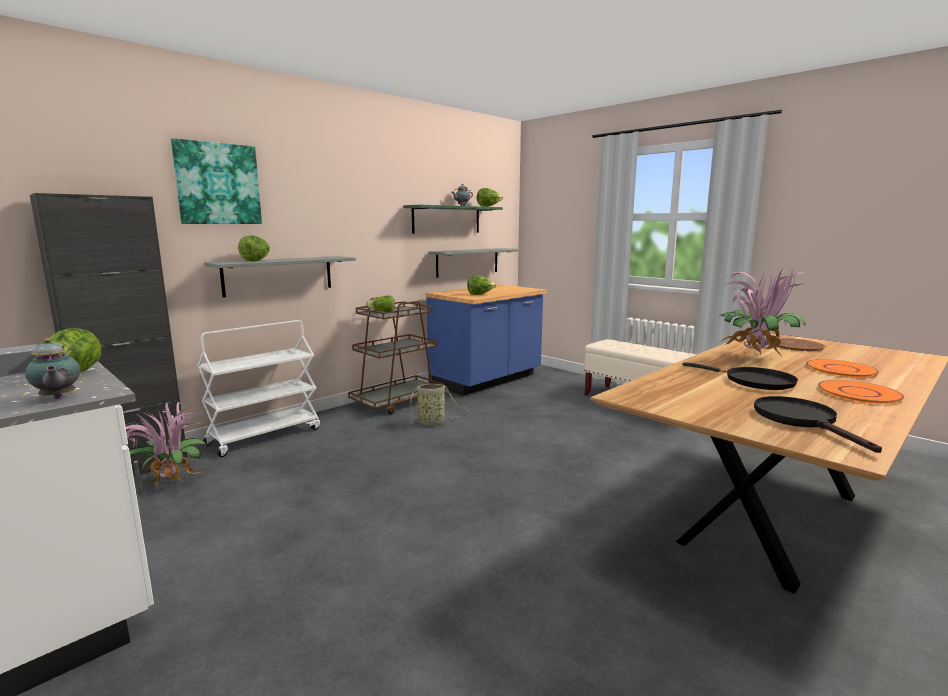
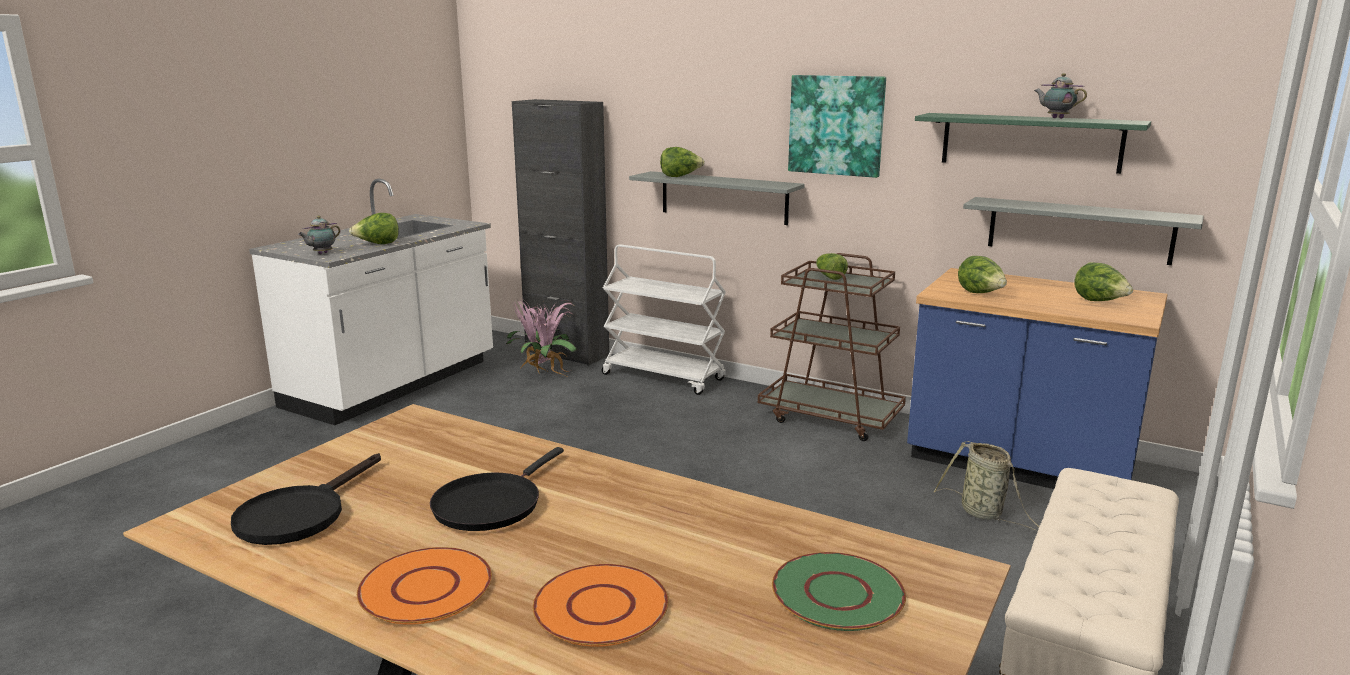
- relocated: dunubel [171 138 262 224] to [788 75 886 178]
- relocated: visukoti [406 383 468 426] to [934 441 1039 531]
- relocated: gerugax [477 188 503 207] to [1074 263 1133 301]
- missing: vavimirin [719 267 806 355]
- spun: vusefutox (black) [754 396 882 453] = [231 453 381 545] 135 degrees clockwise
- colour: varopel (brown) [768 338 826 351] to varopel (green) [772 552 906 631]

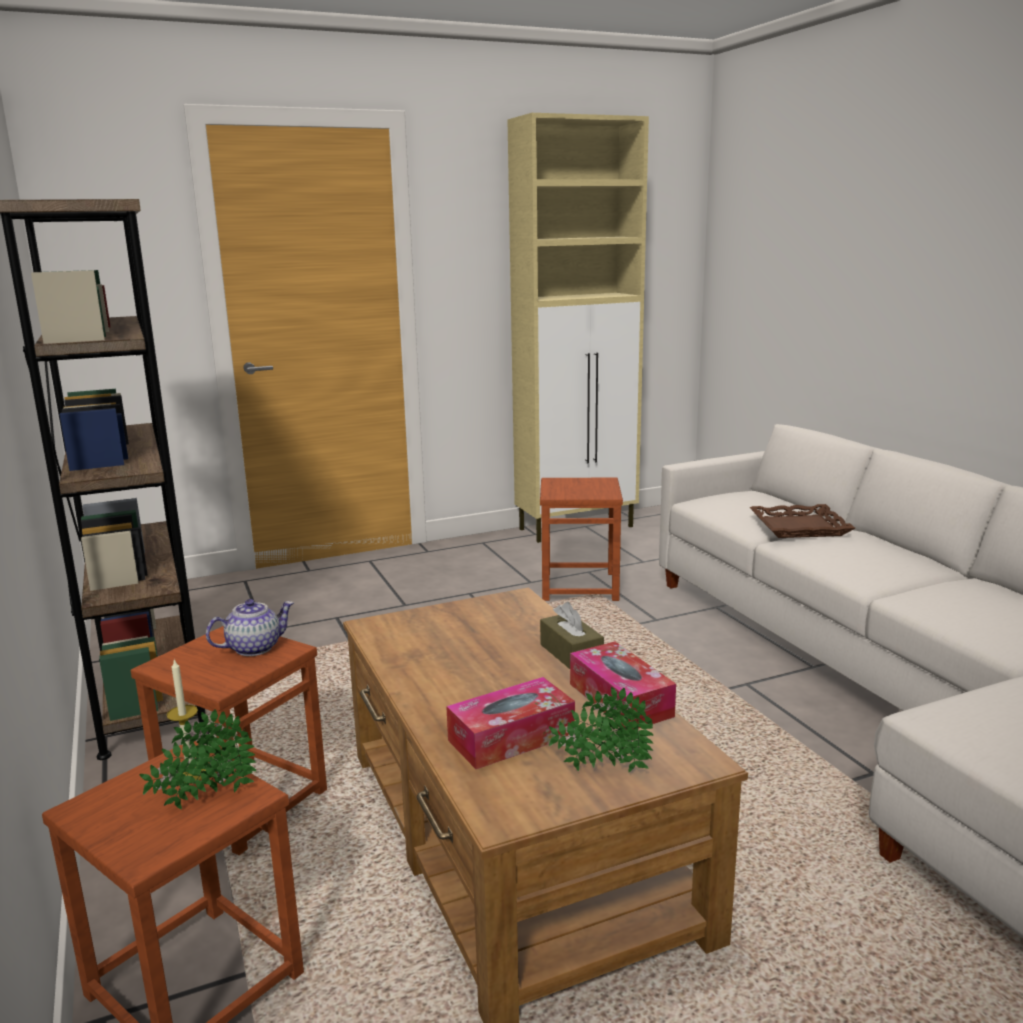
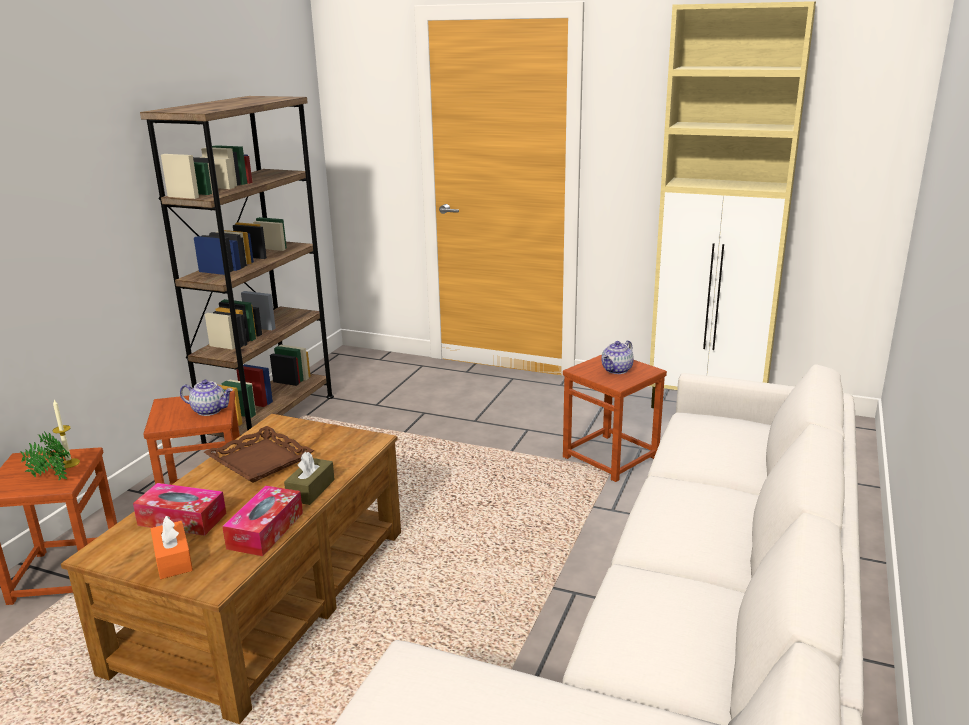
- exchanged: vavimirin [549 687 653 773] to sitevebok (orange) [151 516 193 579]
- relocated: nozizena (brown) [750 504 855 538] to [204 426 314 483]
- appeared: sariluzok [601 341 634 374]

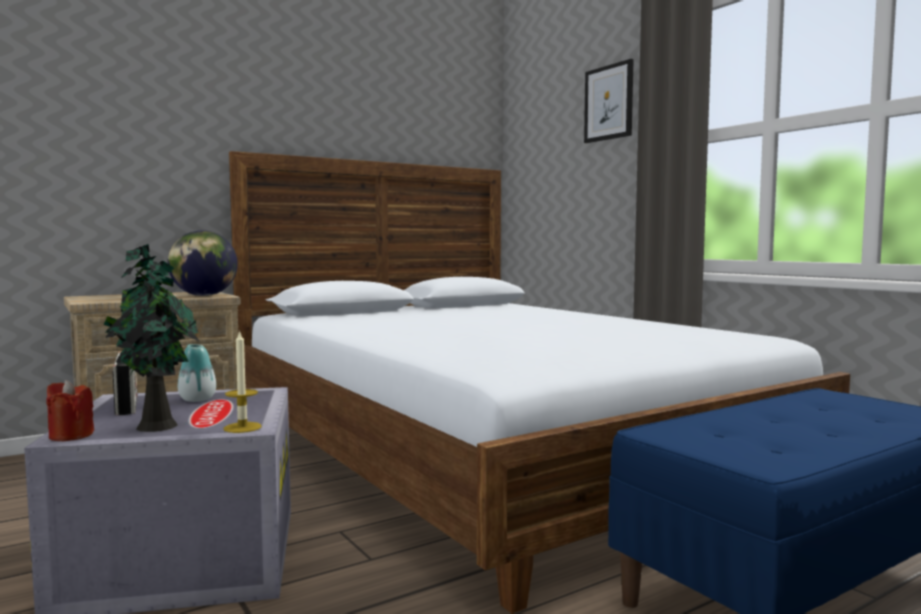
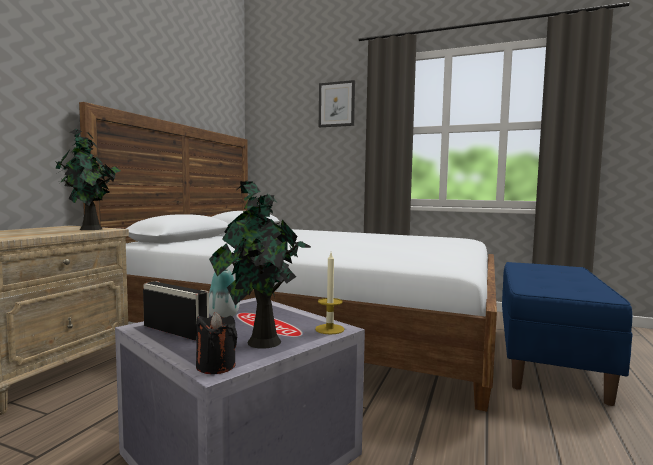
- colour: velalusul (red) [47 380 94 441] to velalusul (black) [196 312 237 374]
- exchanged: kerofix [167 230 238 296] to vavimirin [55 129 120 230]

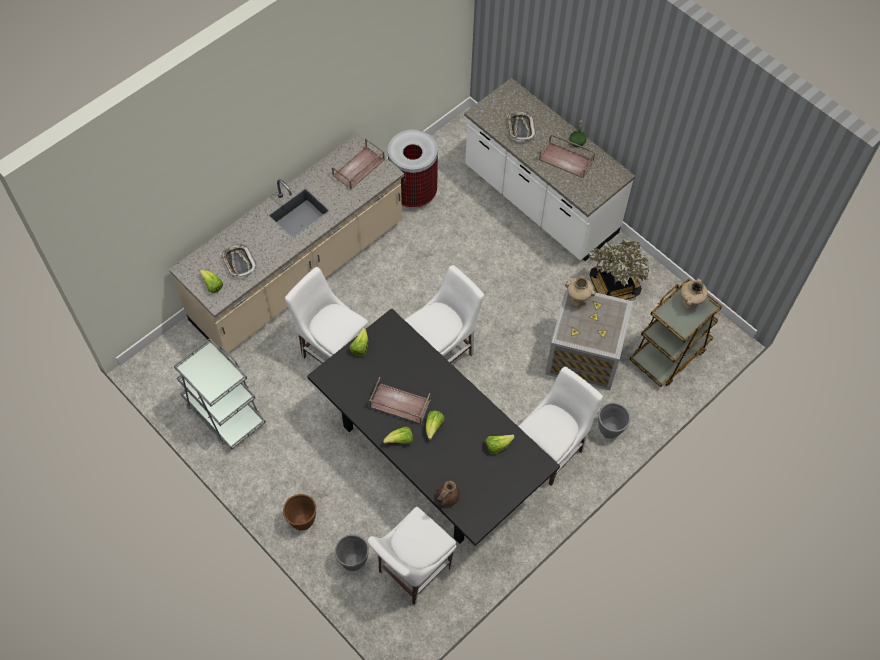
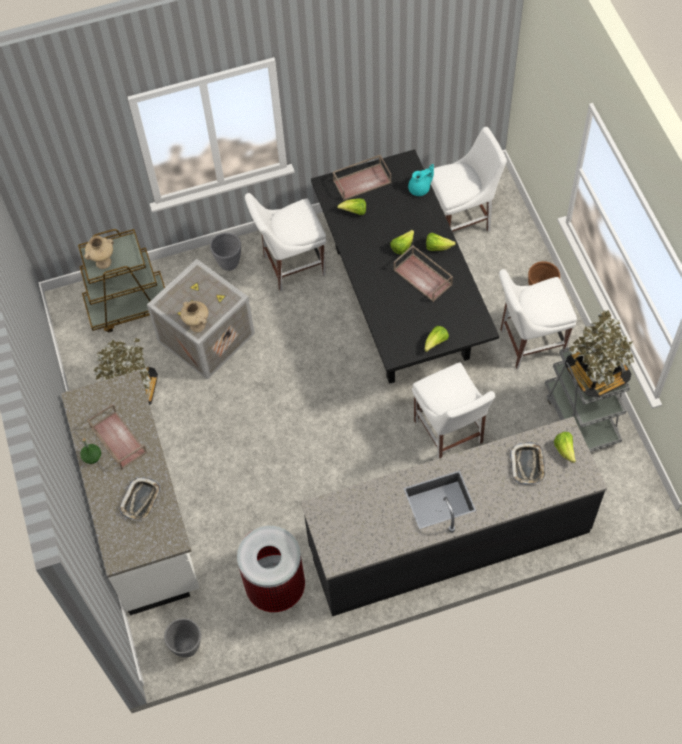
- colour: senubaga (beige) [169 134 404 354] to senubaga (black) [301 416 607 616]
- relocated: nozizena (brown) [332 138 385 190] to [333 155 392 201]
- relocated: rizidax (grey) [335 534 369 571] to [164 618 201 657]
- relocated: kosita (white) [405 265 484 363] to [499 269 577 369]
- colour: sariluzok (brown) [436 481 460 506] to sariluzok (turquoise) [408 164 434 196]
- appeared: vavimirin [565 309 634 398]

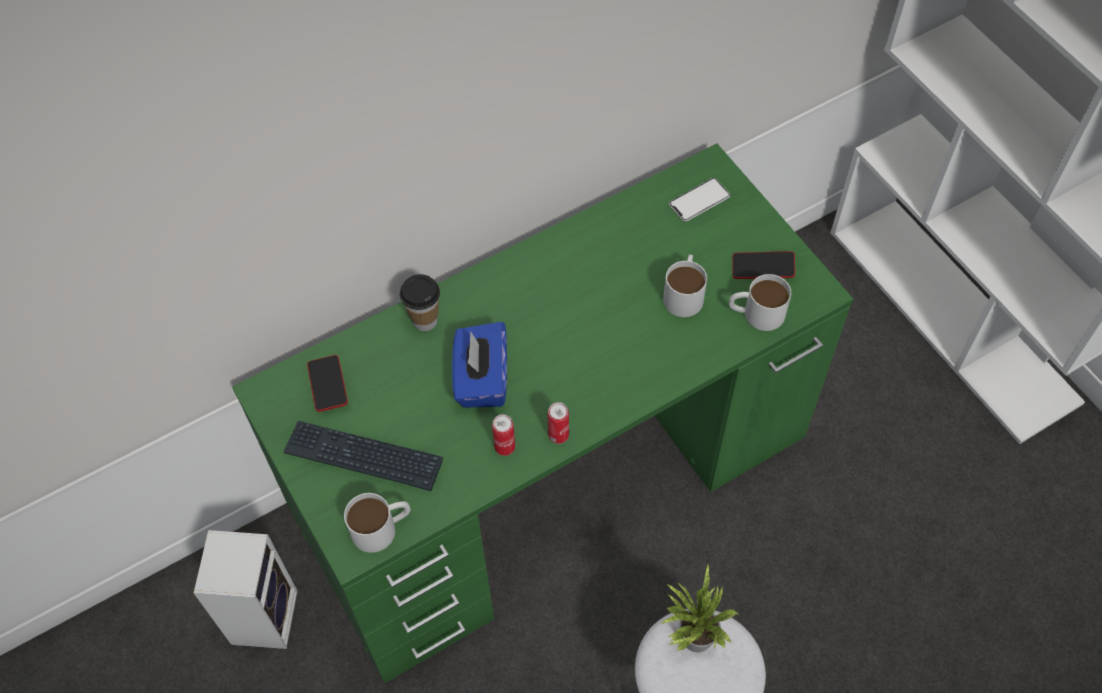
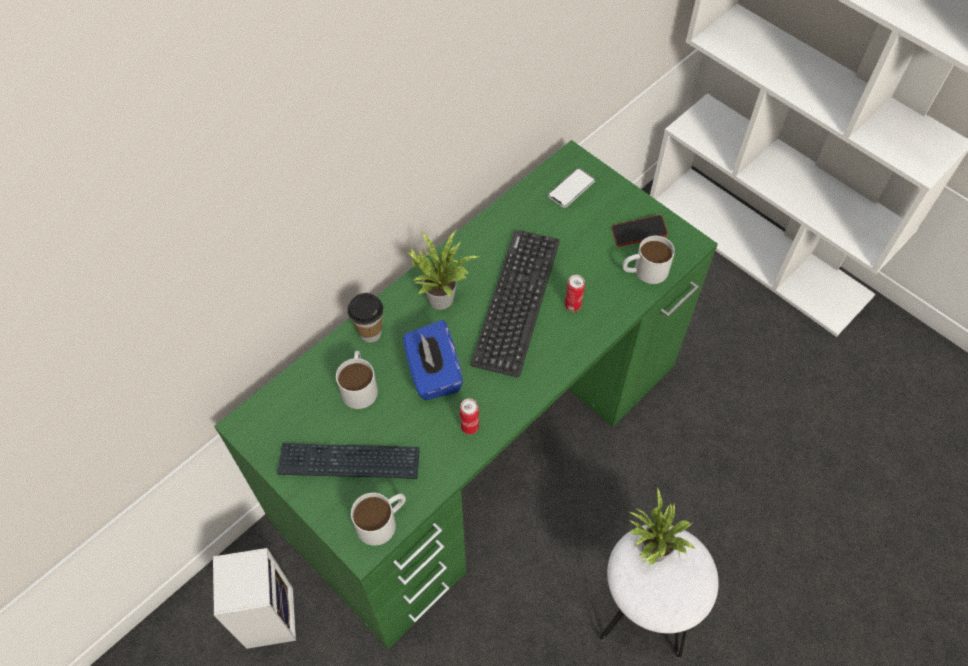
- missing: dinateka [307 355 348 412]
- relocated: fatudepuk [548 402 569 444] to [565 275 585 311]
- relocated: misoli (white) [663 254 707 317] to [336 351 378 409]
- appeared: vavimirin [407 231 479 310]
- appeared: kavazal [470 230 560 378]

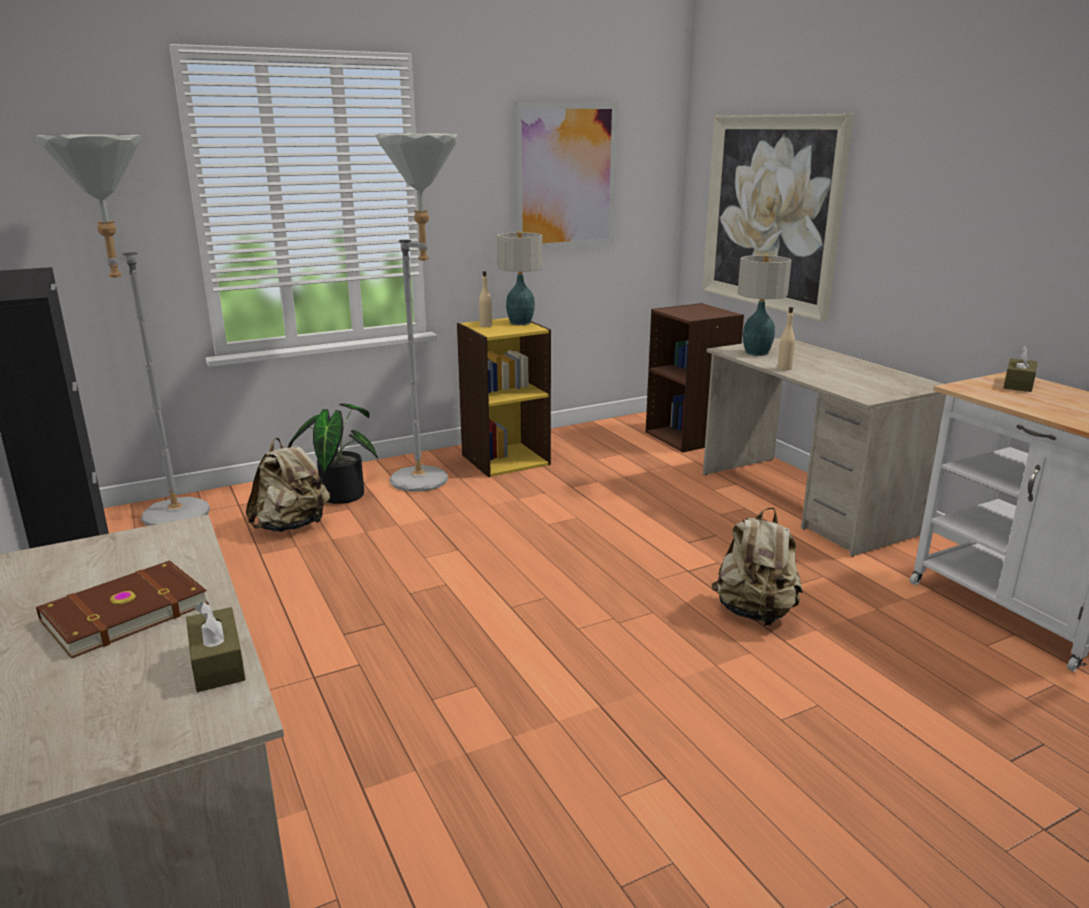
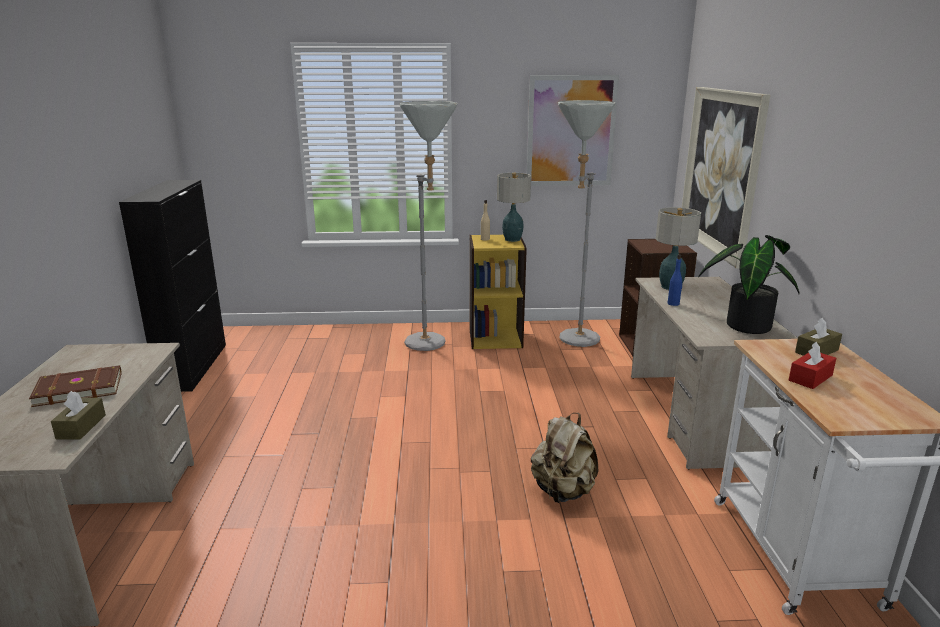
- relocated: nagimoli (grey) [36 134 210 526] to [558 100 616 347]
- missing: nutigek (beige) [246 438 330 532]
- relocated: vavimirin [288 403 378 504] to [699 235 799 334]
- colour: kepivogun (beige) [777 307 795 370] to kepivogun (blue) [668 254 682 306]
- appeared: sitevebok (red) [789 341 837 389]

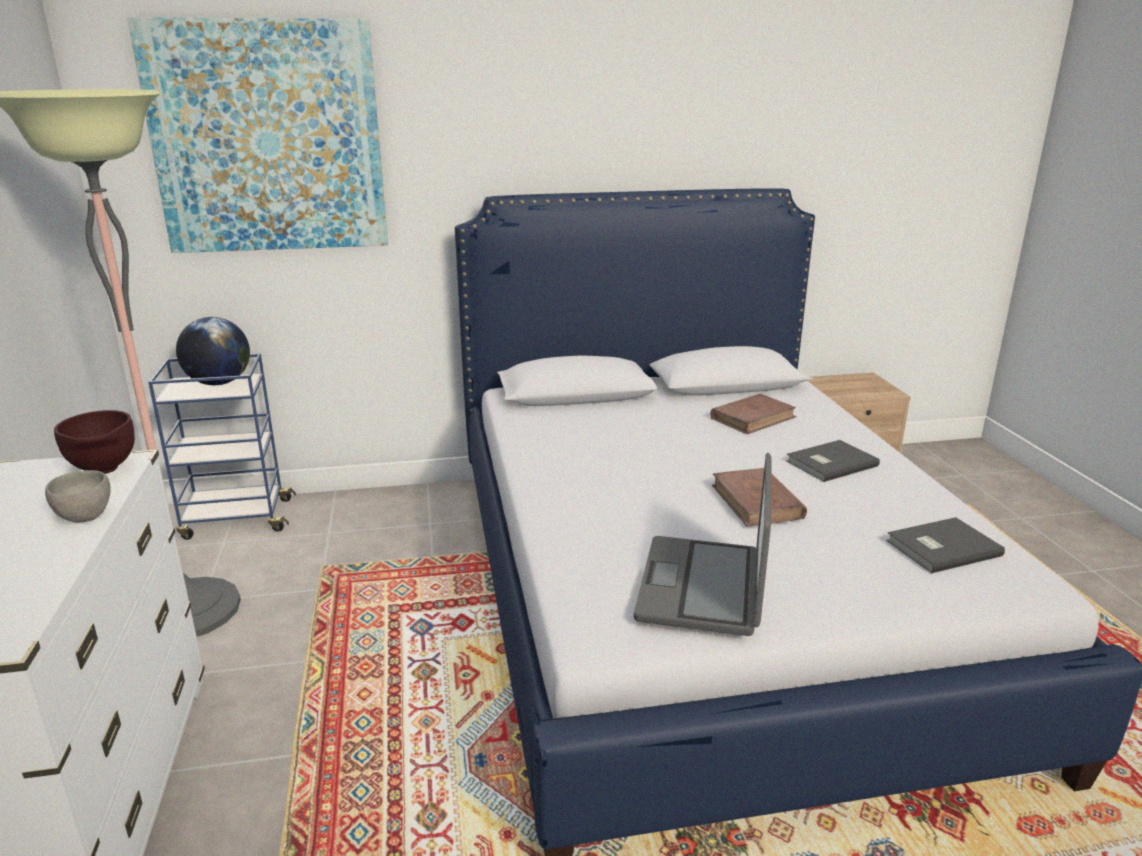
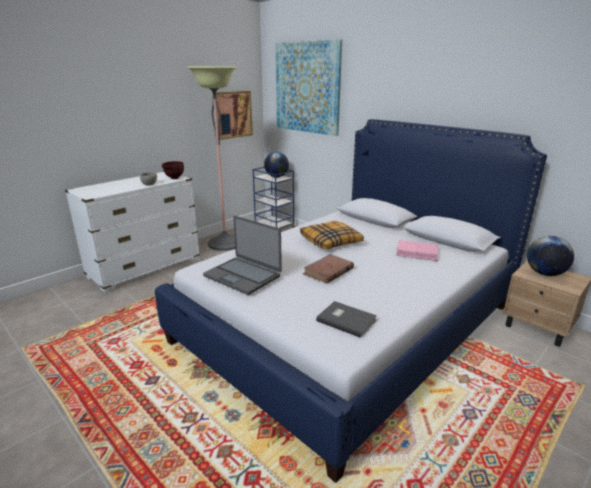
- spun: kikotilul [634 453 771 636] = [203 216 282 295] 120 degrees counterclockwise
- colour: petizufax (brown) [710 394 797 434] to petizufax (pink) [396 240 438 261]
- missing: petizufax (grey) [786 440 880 482]
- appeared: dunubel [216 91 253 140]
- appeared: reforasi [300 221 364 250]
- appeared: kerofix [527 236 574 276]

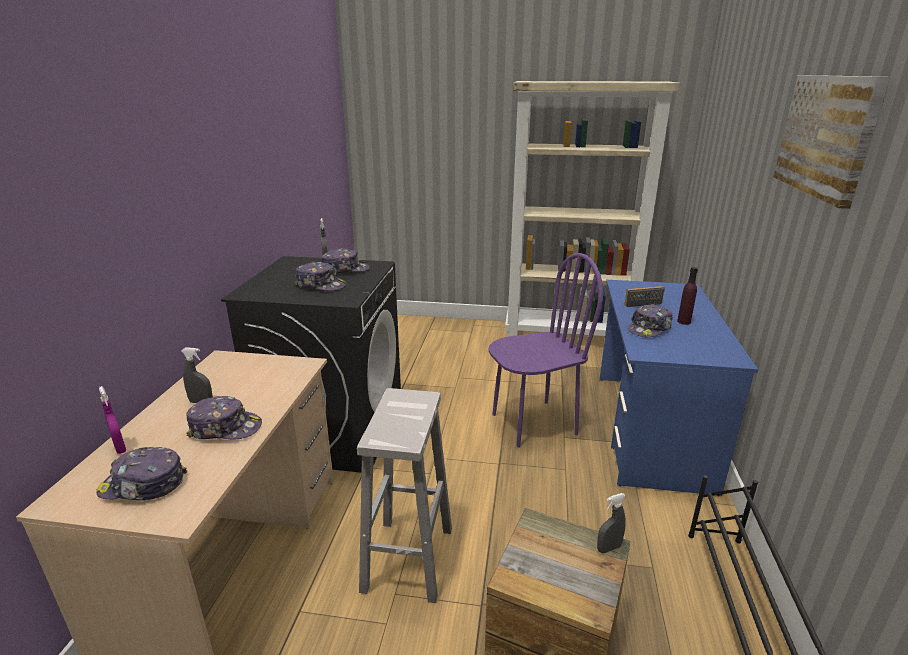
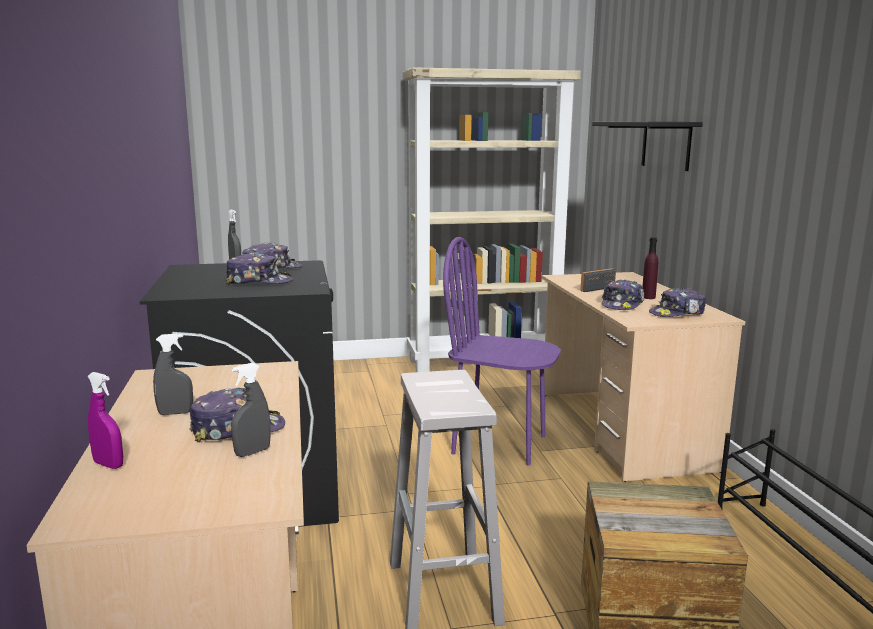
- relocated: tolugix [96 447 187 501] to [649 288 706 317]
- spun: kosita (purple) [488 253 603 448] = [443 237 561 465] 120 degrees counterclockwise
- relocated: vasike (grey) [597 493 626 553] to [231 363 270 457]
- colour: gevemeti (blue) [600 280 759 496] to gevemeti (beige) [542 272 745 482]
- missing: dunubel [773 75 891 209]
- appeared: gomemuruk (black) [592 122 703 171]

